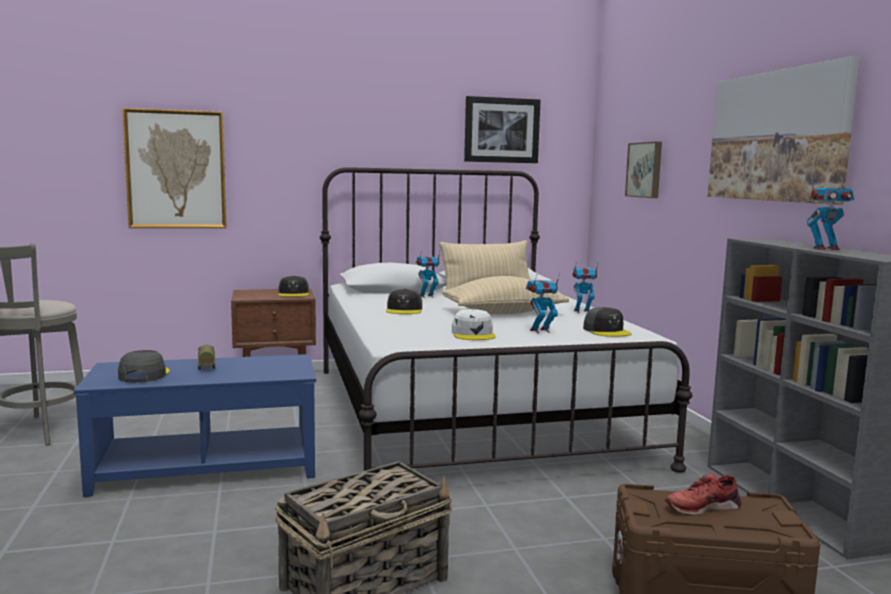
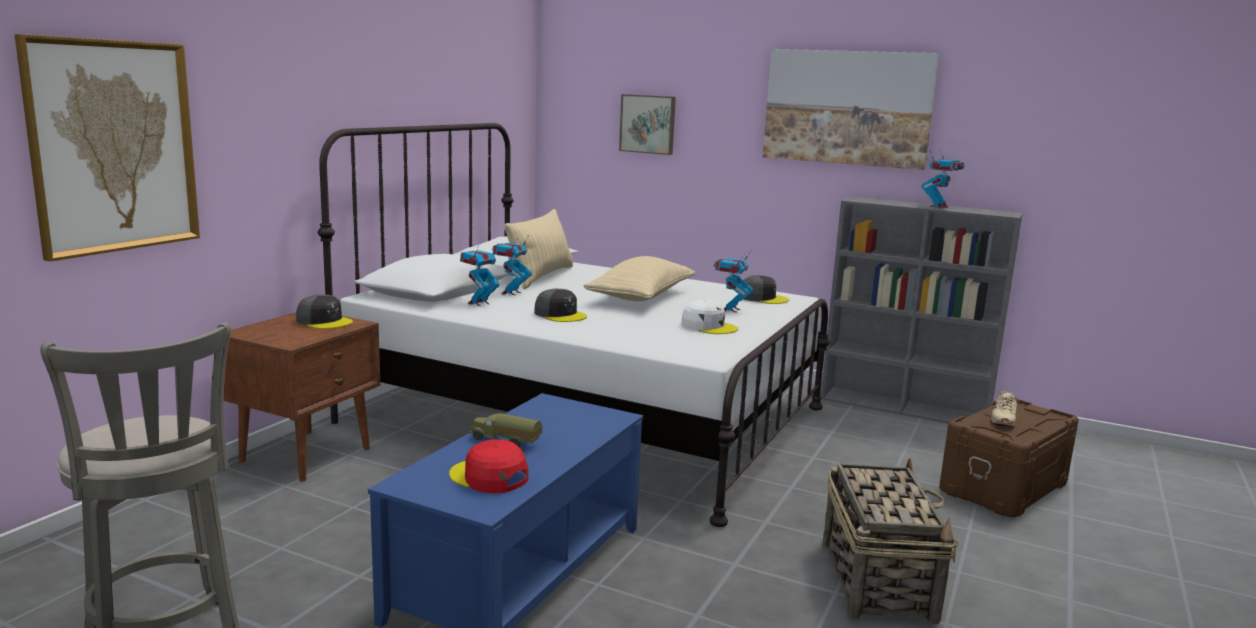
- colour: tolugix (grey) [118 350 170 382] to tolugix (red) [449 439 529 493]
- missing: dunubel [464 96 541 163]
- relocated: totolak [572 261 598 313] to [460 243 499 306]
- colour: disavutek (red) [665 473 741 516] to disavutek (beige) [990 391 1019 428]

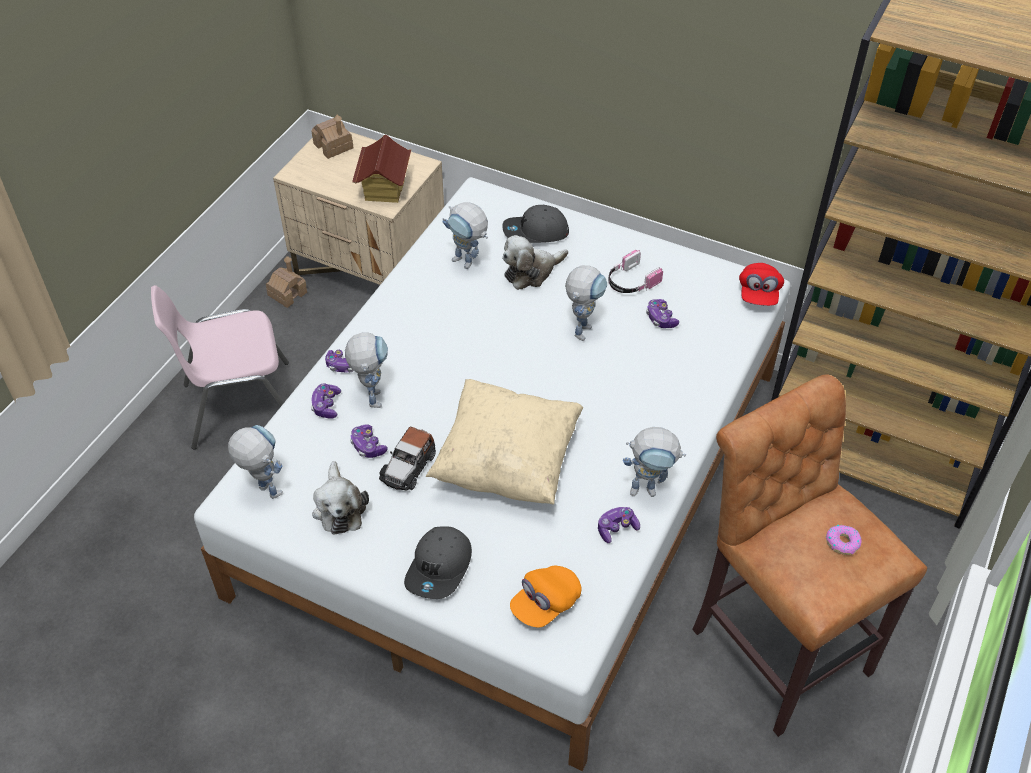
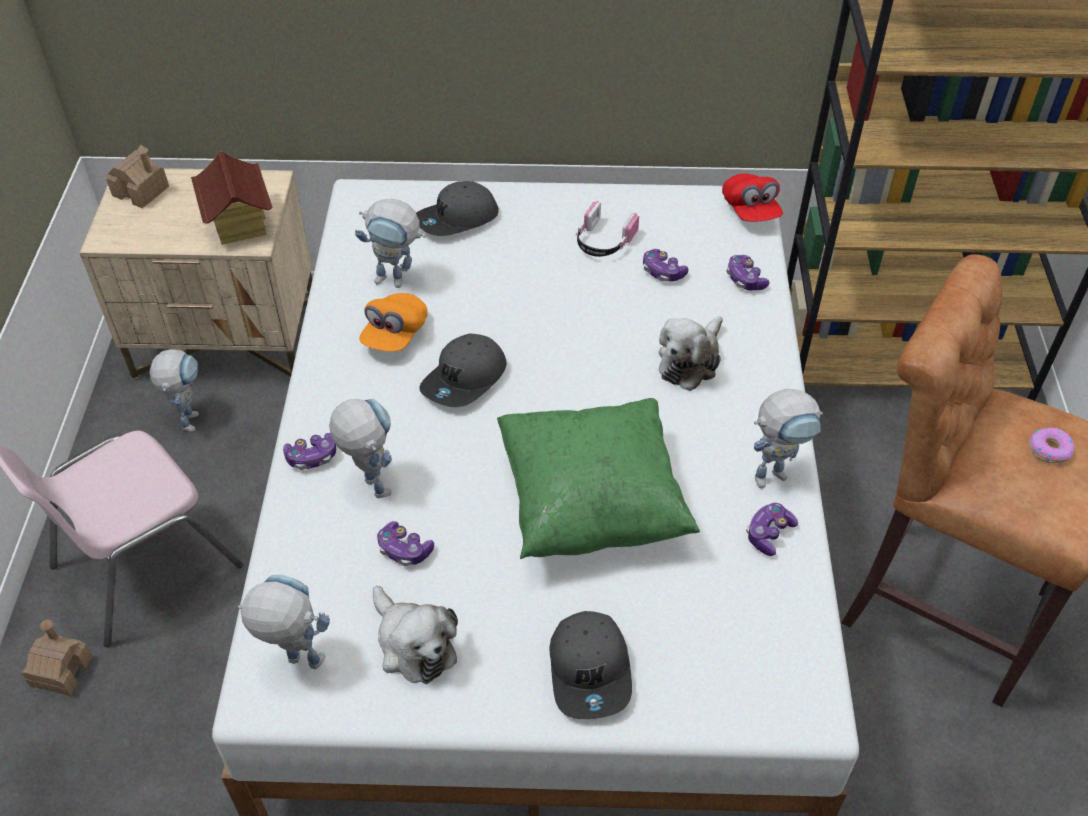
- relocated: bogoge [266 256 307 308] to [22 619 92 696]
- relocated: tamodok [311 383 341 419] to [726 255 769 291]
- missing: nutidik [379 427 436 490]
- colour: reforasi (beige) [426 379 583 505] to reforasi (green) [497 398 700 559]
- relocated: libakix [502 235 568 290] to [659 316 723 391]
- relocated: tolugix (orange) [510 566 581 627] to [359 293 428 352]
- relocated: totolak [565 265 607 341] to [150 349 199 432]
- appeared: tolugix (grey) [419 334 507 407]

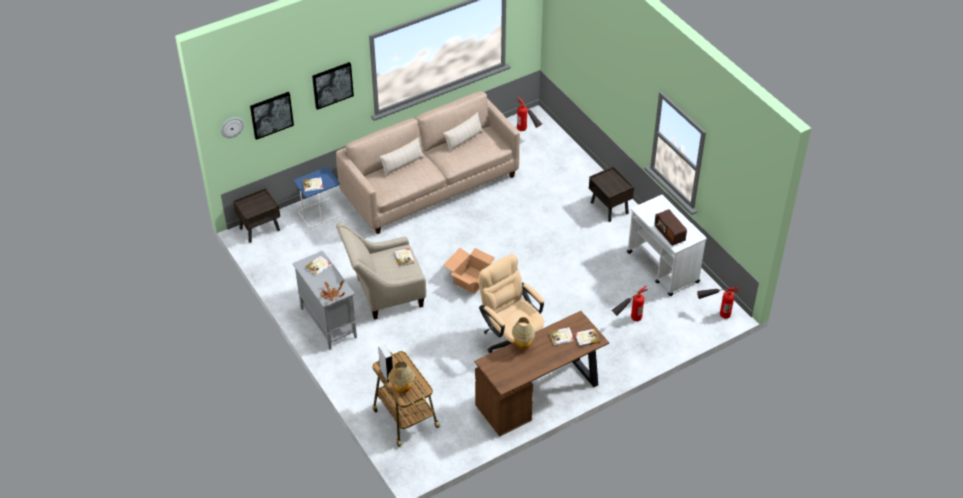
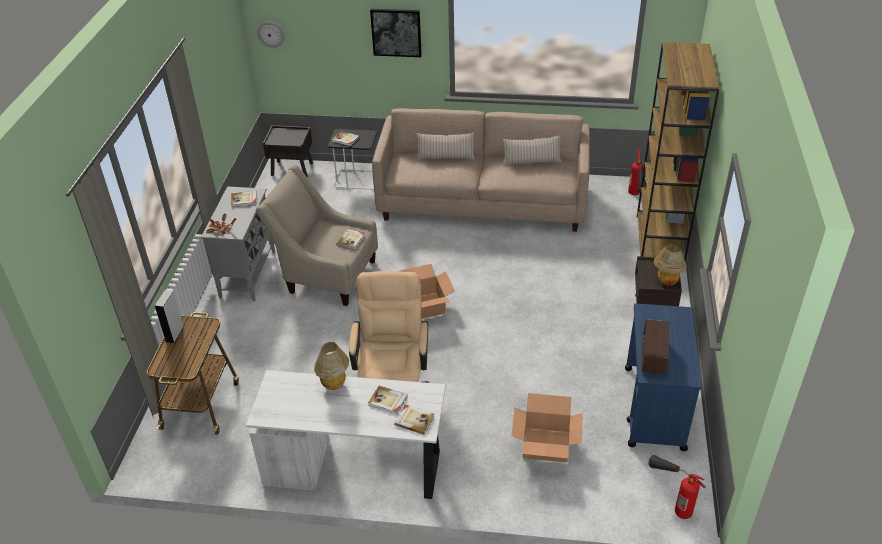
- missing: dunubel [250 92 294 140]
- colour: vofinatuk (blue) [294 167 344 228] to vofinatuk (black) [328 129 377 190]
- relocated: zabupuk [388 362 415 393] to [654 244 687 286]
- colour: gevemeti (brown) [474 311 609 437] to gevemeti (white) [246 370 446 499]
- exchanged: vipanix [612 286 647 321] to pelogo [511 393 583 463]
- colour: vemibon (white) [627 195 707 296] to vemibon (blue) [625 303 701 451]
- appeared: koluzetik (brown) [637 42 719 262]

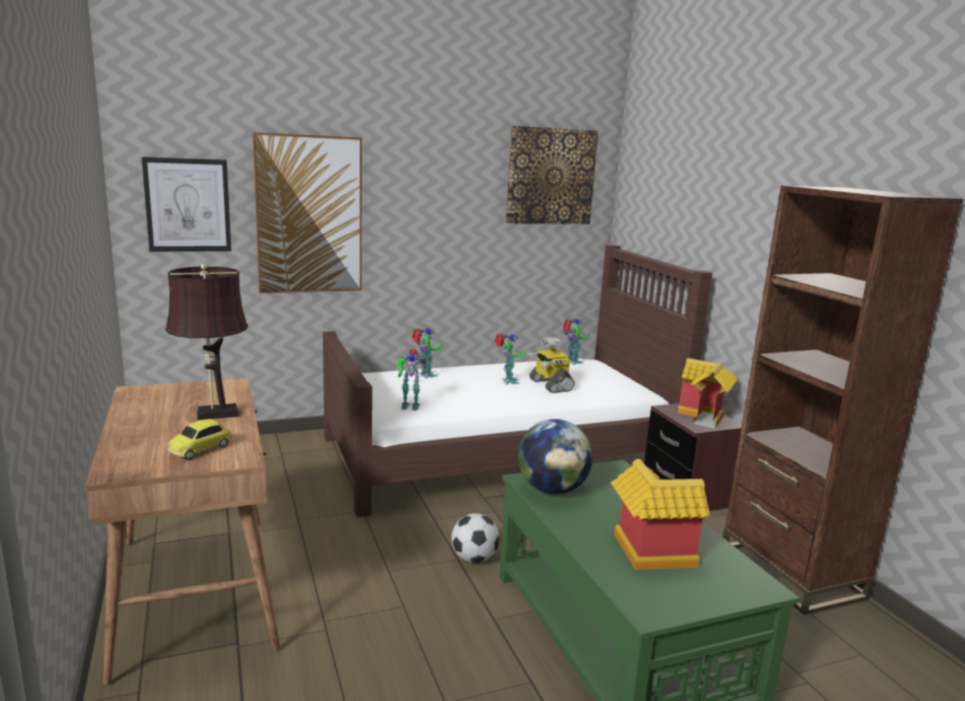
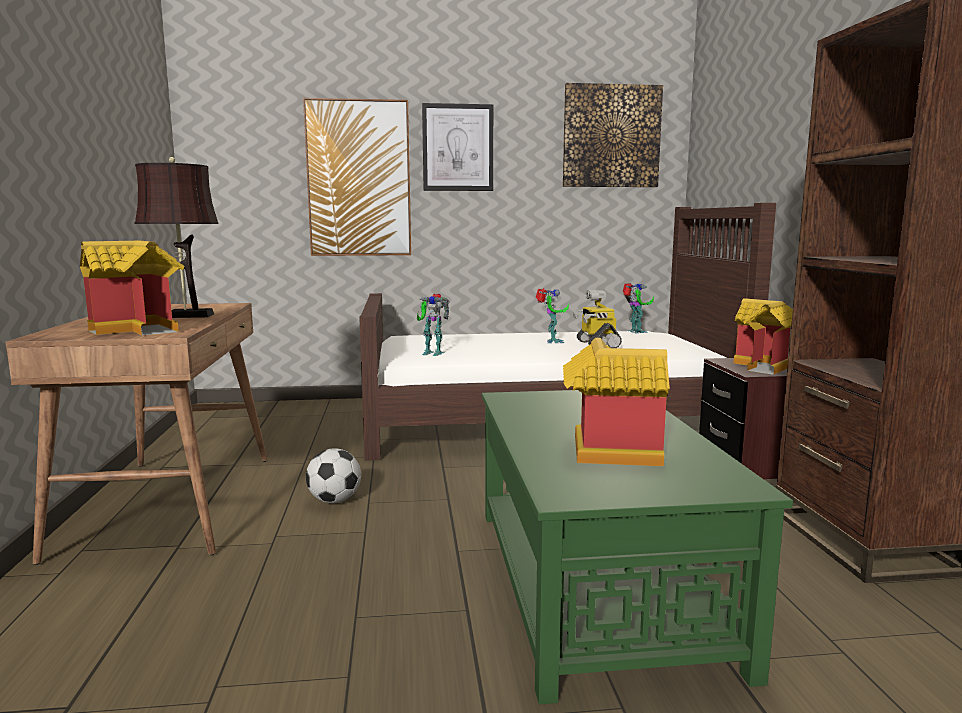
- relocated: dunubel [142 157 231 252] to [422 103 493 191]
- exchanged: nutidik [167 419 232 460] to bogoge [80 241 184 336]
- missing: totolak [412 327 443 378]
- relocated: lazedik [451 513 500 563] to [306 448 361 503]
- missing: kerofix [518 419 593 494]

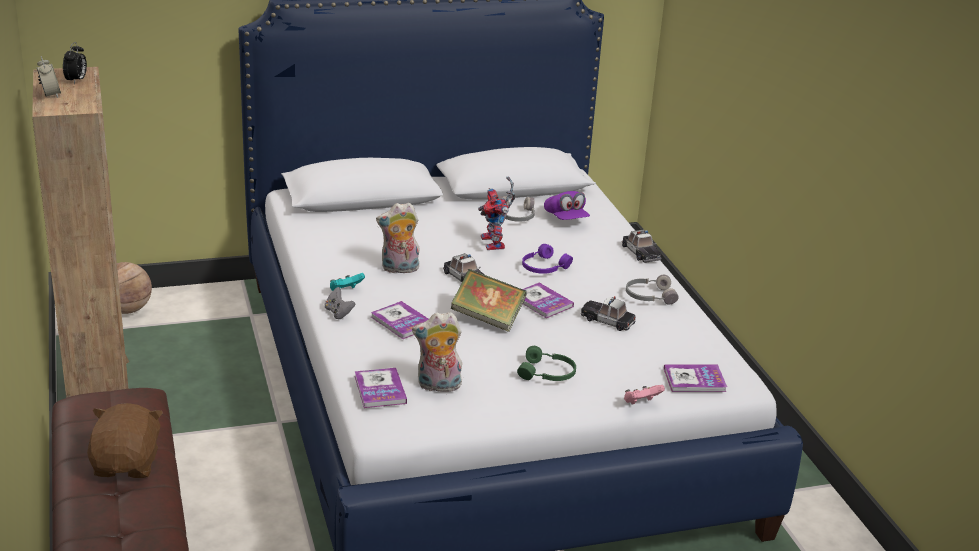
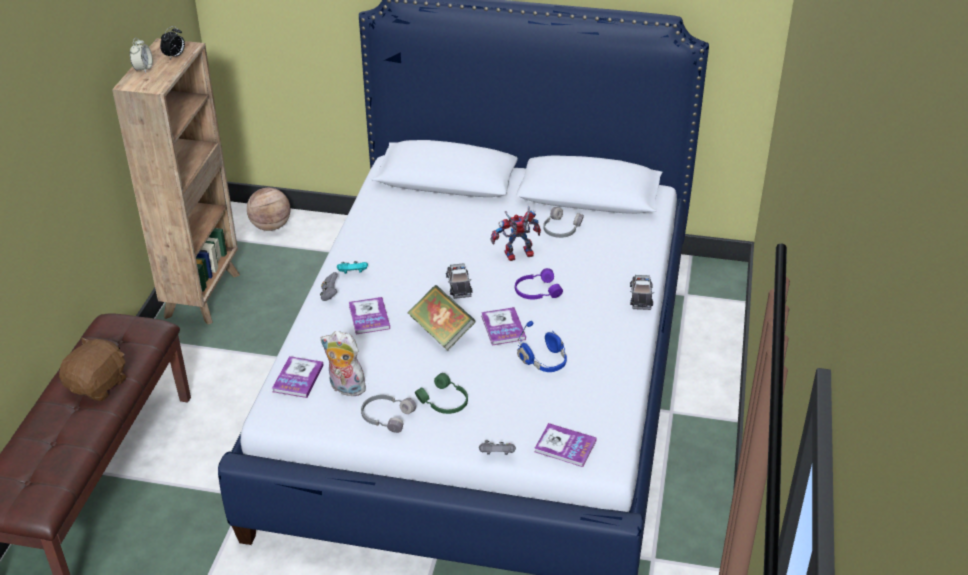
- missing: libakix [376 202 419 273]
- spun: totolak [478 176 515 250] = [491 206 541 261] 60 degrees clockwise
- missing: tolugix (purple) [544 191 590 220]
- exchanged: nutidik [581 296 636 331] to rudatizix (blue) [517 321 567 372]
- colour: tamodok (pink) [624 385 665 405] to tamodok (grey) [479 440 516 455]
- relocated: rudatizix (grey) [626 275 679 305] to [361 395 416 433]

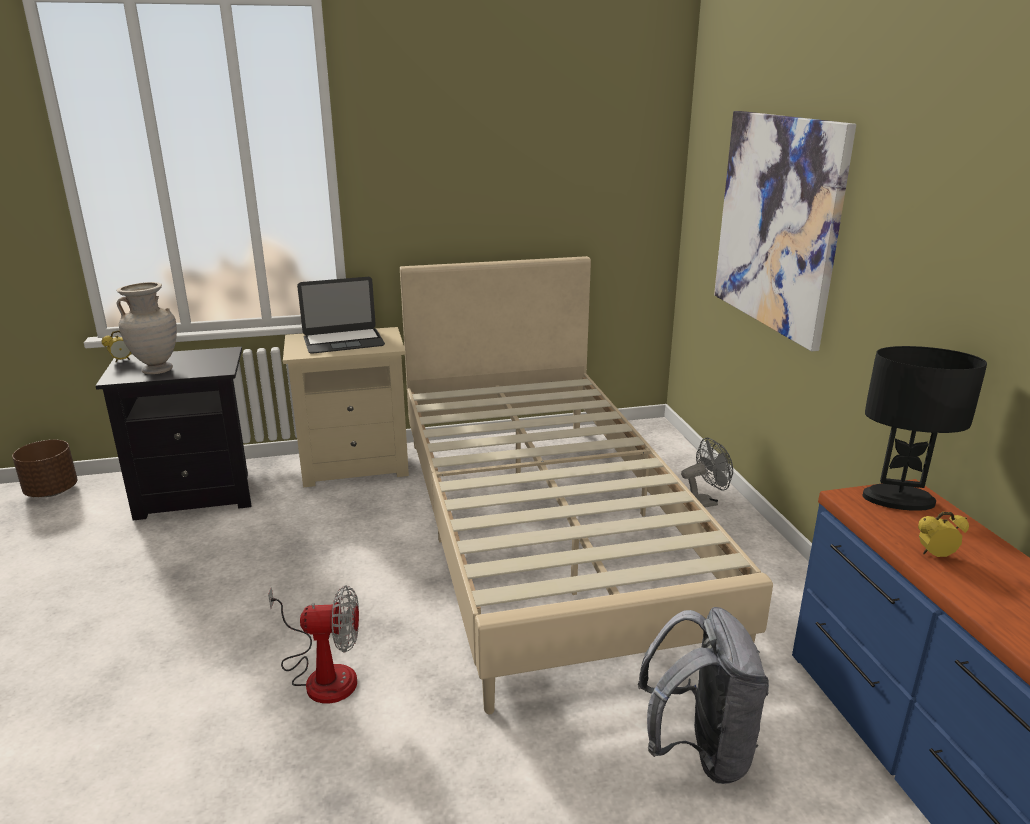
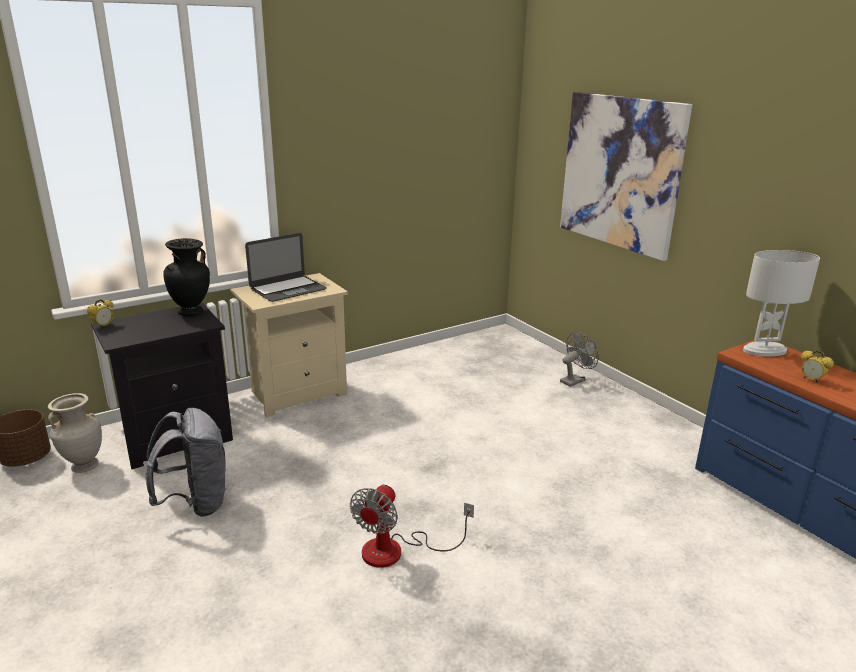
- relocated: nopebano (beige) [116 282 177 374] to [48 393 102 473]
- spun: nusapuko [268 585 359 704] = [350 484 474 568] 135 degrees clockwise
- missing: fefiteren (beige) [400 256 773 714]
- relocated: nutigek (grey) [638 607 769 784] to [145 408 227 517]
- colour: zabupuk (black) [863 346 987 511] to zabupuk (white) [743 250 820 356]
- spun: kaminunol [918 512 969 557] = [801 350 834 383] 105 degrees counterclockwise
- appeared: nopebano (black) [163 238 210 316]

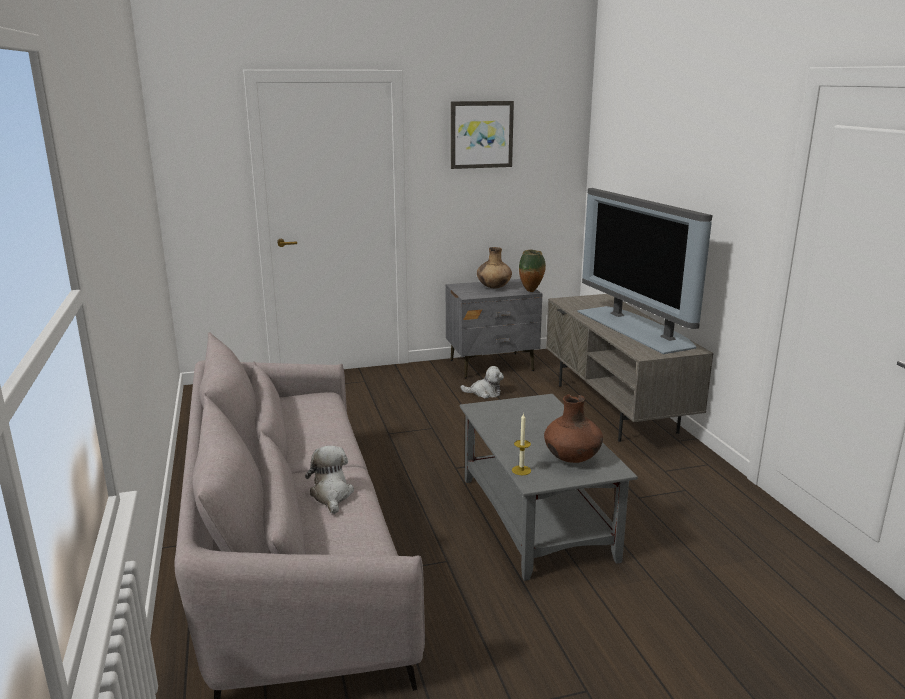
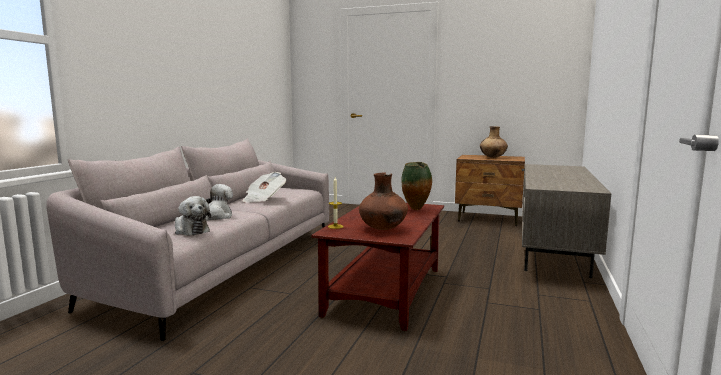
- colour: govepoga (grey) [446 279 543 378] to govepoga (brown) [455 155 525 226]
- missing: dunubel [451 101 514 169]
- relocated: libakix [460 366 504 399] to [175 196 211 236]
- colour: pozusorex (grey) [460 394 638 581] to pozusorex (brown) [311 203 444 331]
- relocated: nopebano [519 250 546 292] to [401 162 432 210]
- missing: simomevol [578 188 712 354]
- appeared: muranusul [242 172 286 203]

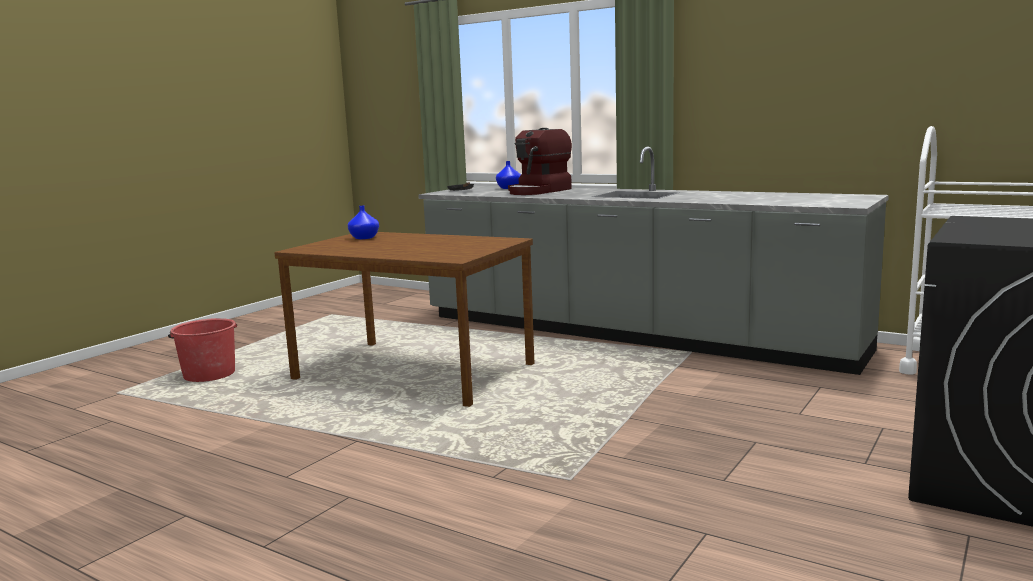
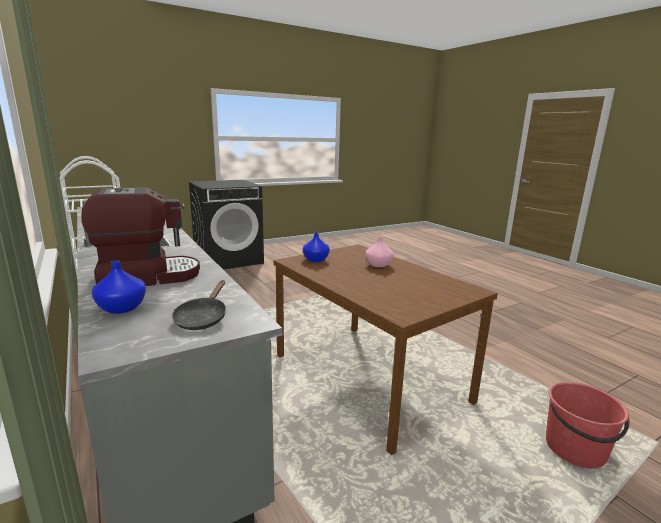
- relocated: nopebano (blue) [348 206 379 239] to [303 232 330 262]
- appeared: nopebano (pink) [365 237 393 267]

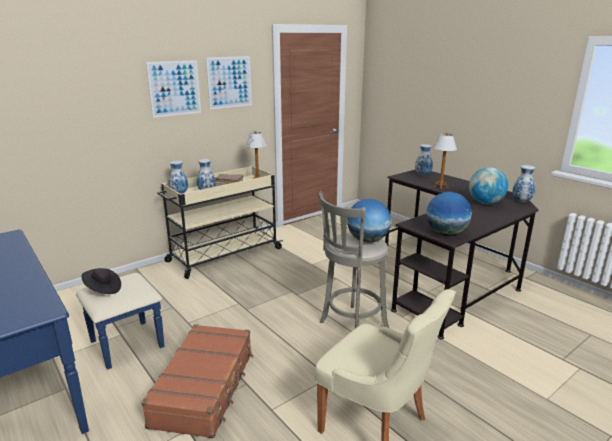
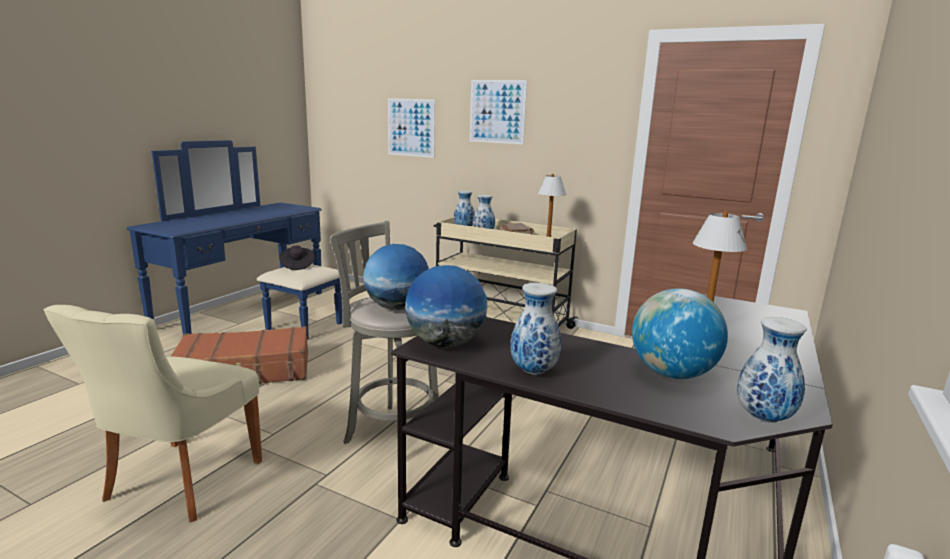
- relocated: dunubel [206 56 252 109] to [388 98 435 158]
- relocated: nopebano [415 144 433 176] to [510 283 562 375]

